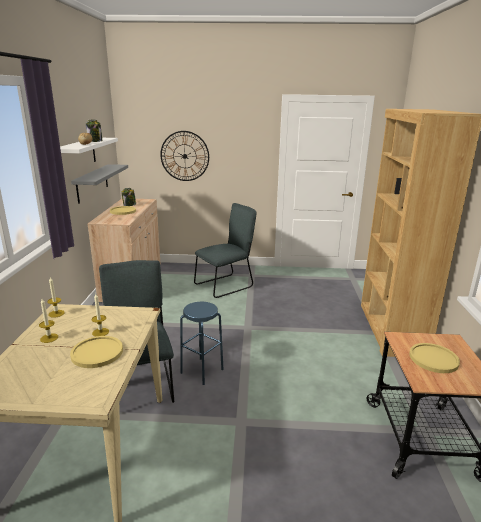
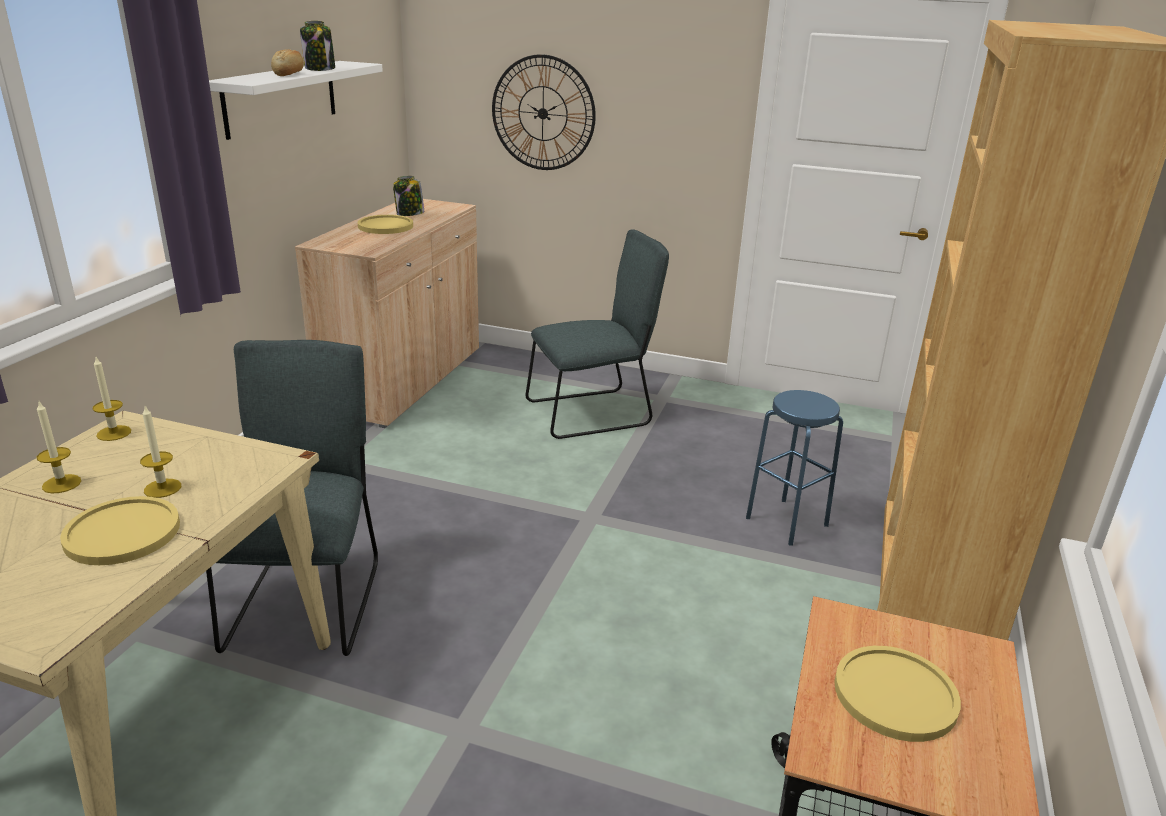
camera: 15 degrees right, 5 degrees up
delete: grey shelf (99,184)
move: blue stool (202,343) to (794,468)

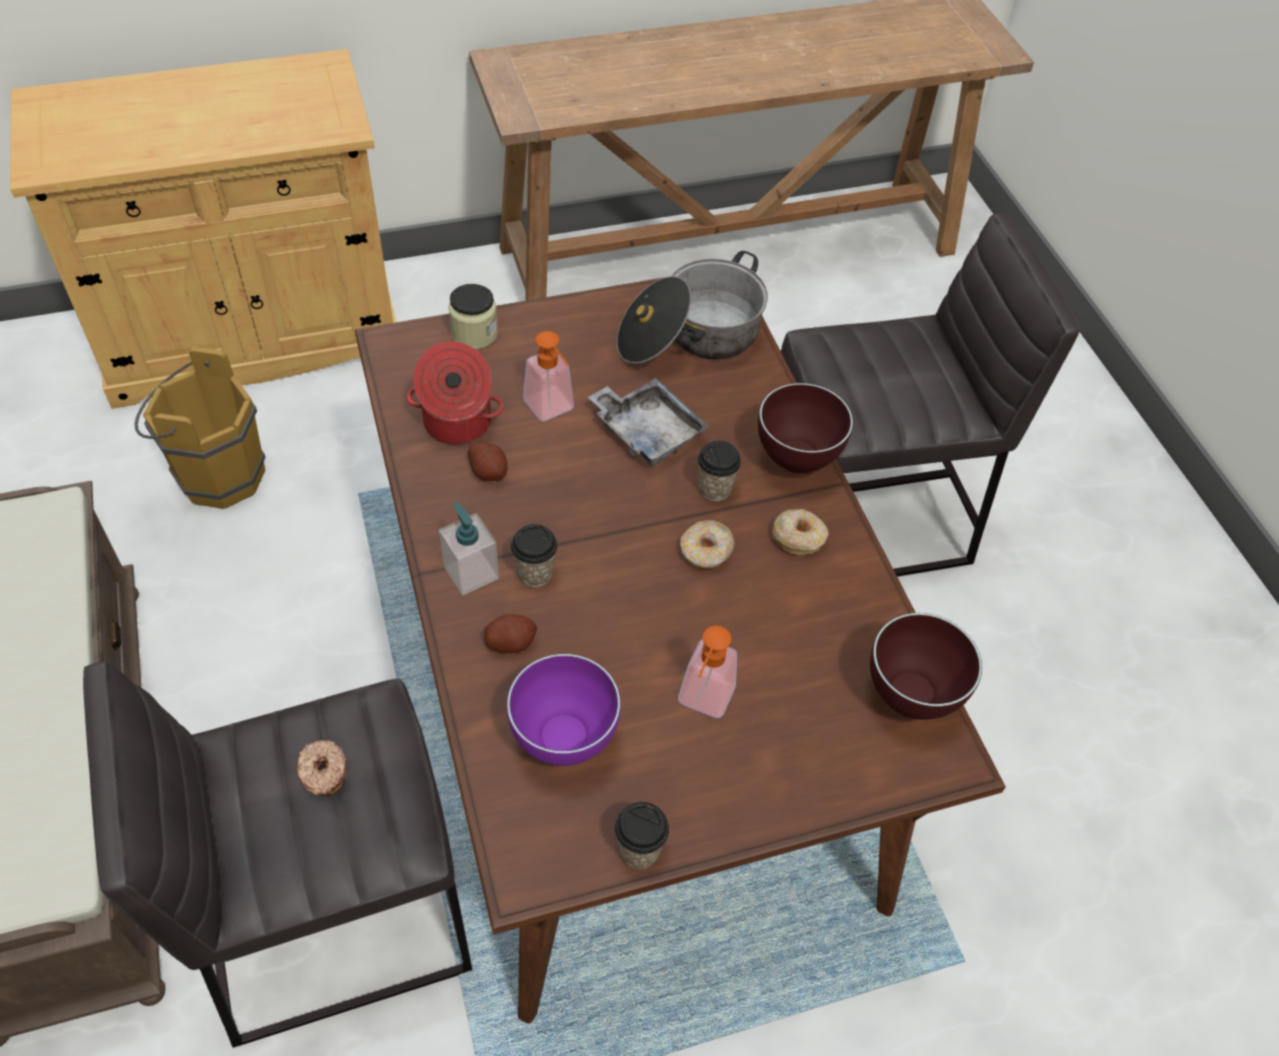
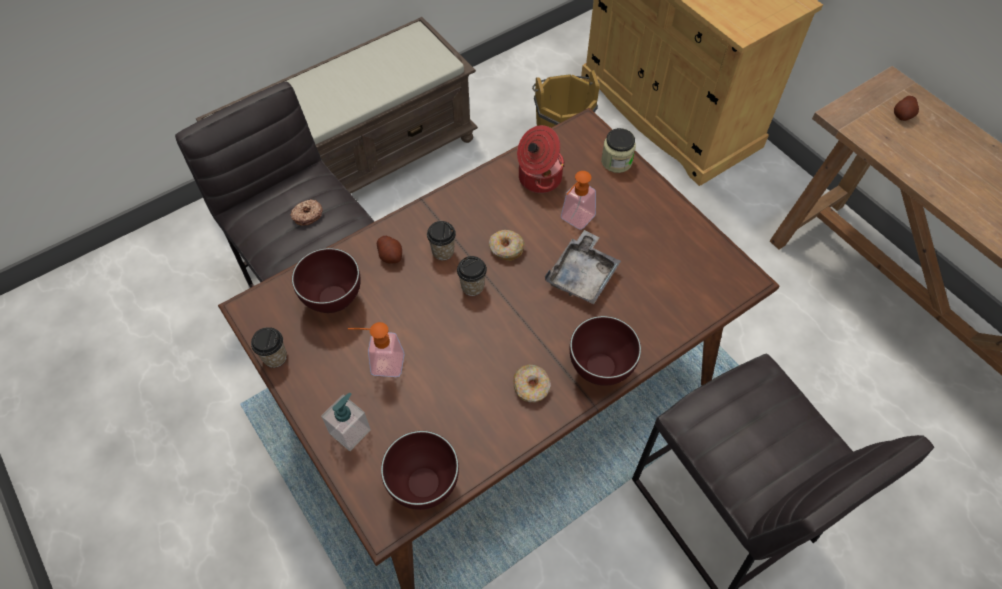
camera: 75 degrees right, 5 degrees up
delete: cooking pot (692,307)
move: soap dispenser (469,548) to (346,422); cup (719,471) to (472,276); donut (707,544) to (507,245); potato (487,460) to (906,108)
recolor: purple bowl (564,710) to brown bowl (326,280)

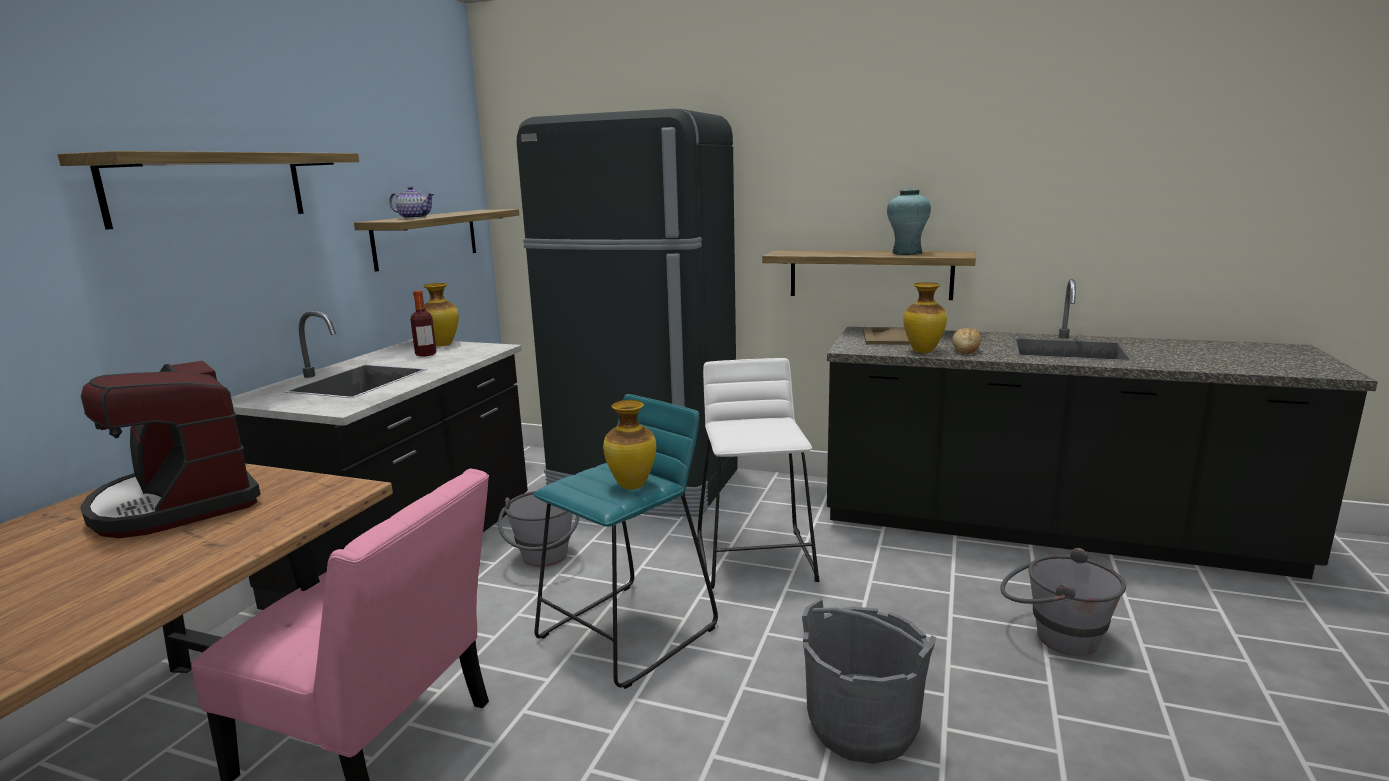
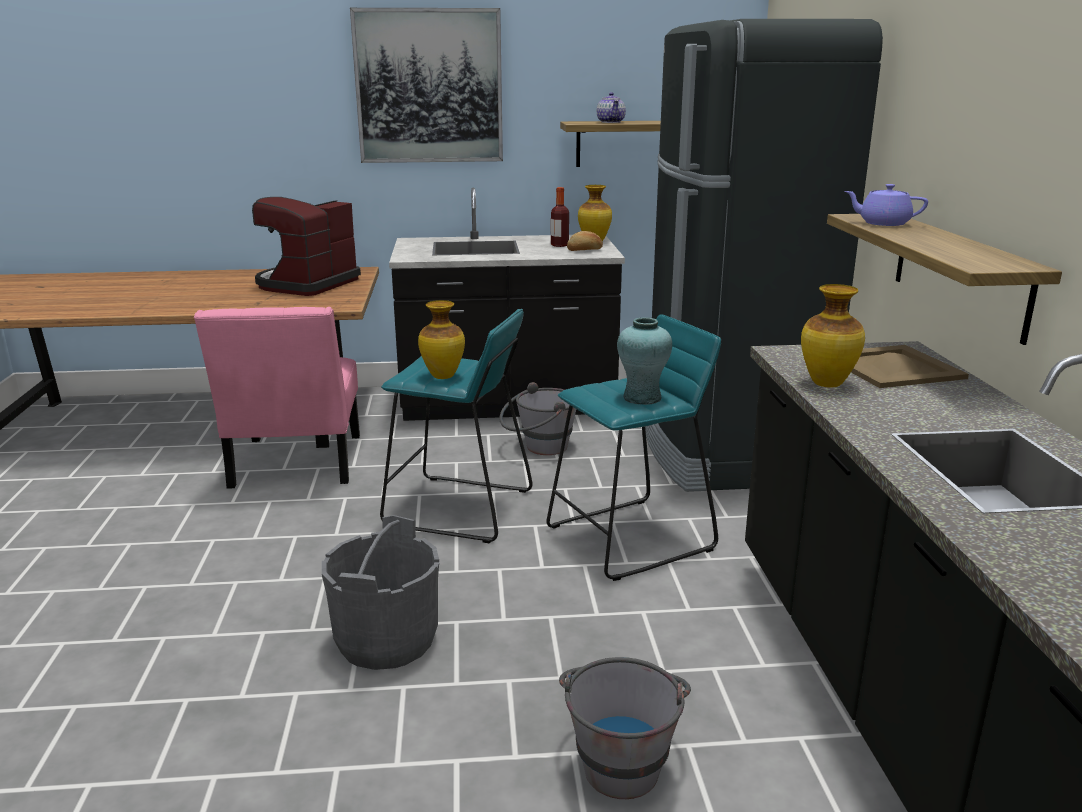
camera: 65 degrees right, 5 degrees up
insert: purple teapot (886,205)
move: bread (966,341) to (585,241); turquoise vase (909,222) to (644,361)
replace: shelf (208,190) to picture (426,85)
recolor: white stool (758,473) to turquoise stool (633,447)

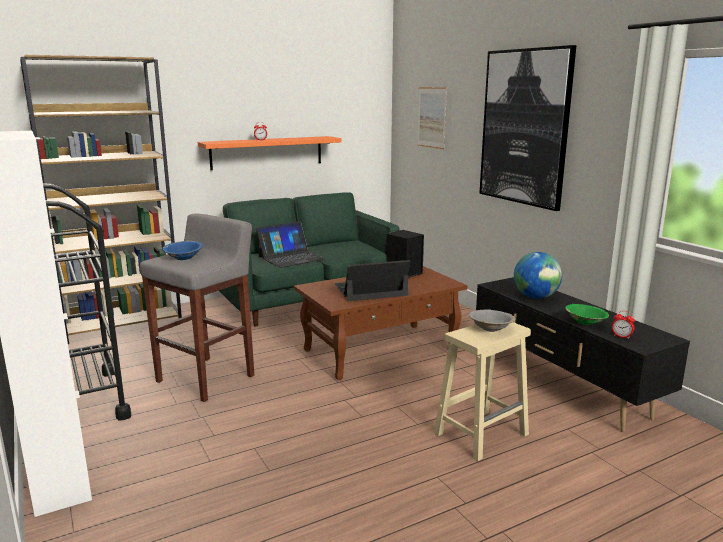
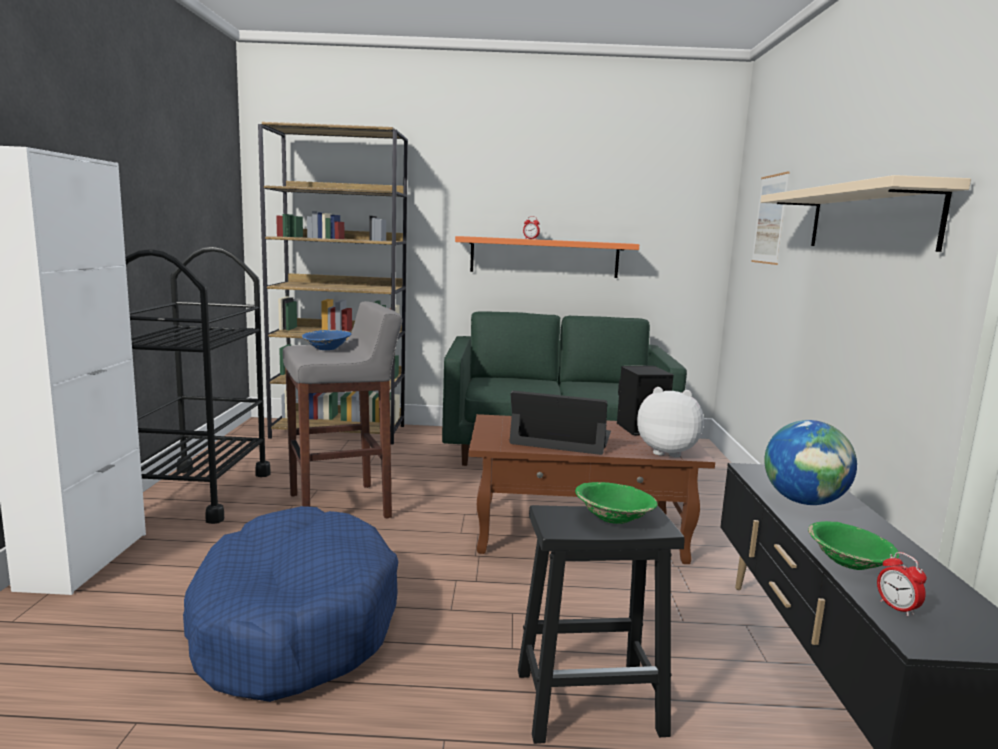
camera: 30 degrees right, 5 degrees down
delete: laptop (291,244)
insert: blue dog bed (290,604); plush toy (670,422)
replace: picture (527,128) to beige shelf (865,213)
recolor: beige stool (482,391) to black stool (601,624); grey bowl (492,320) to green bowl (616,503)

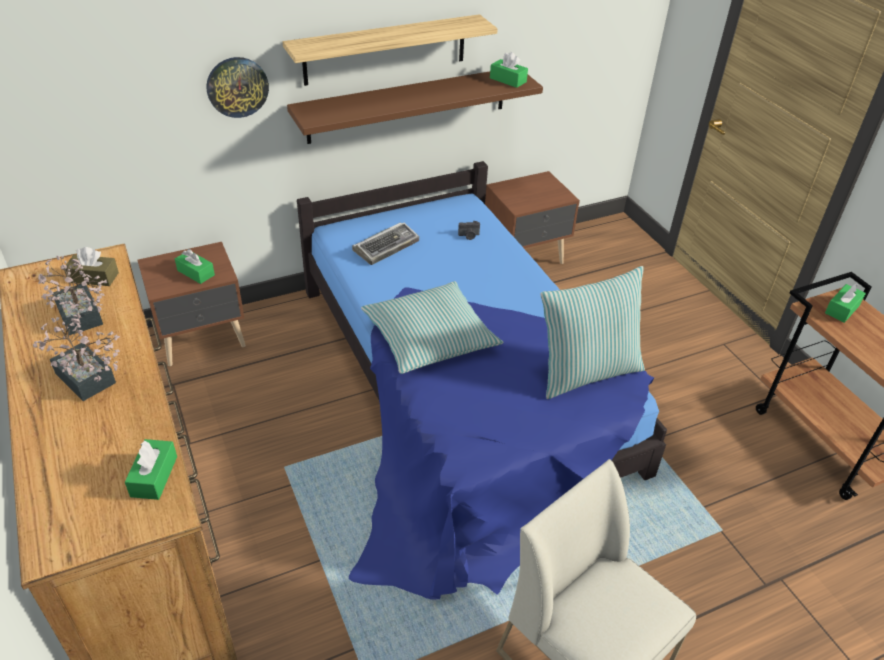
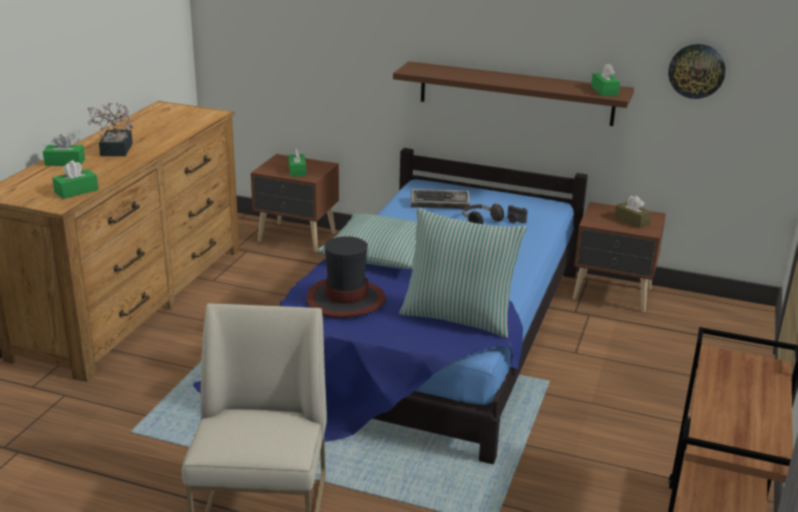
camera: 45 degrees right, 15 degrees down
delete: potted plant (72,295); shelf (390,50)
insert: hat (346,277); headphones (483,213)
move: green tissue box (845,303) to (64,150); brown tissue box (91,266) to (633,211); wall clock (237,87) to (697,71)

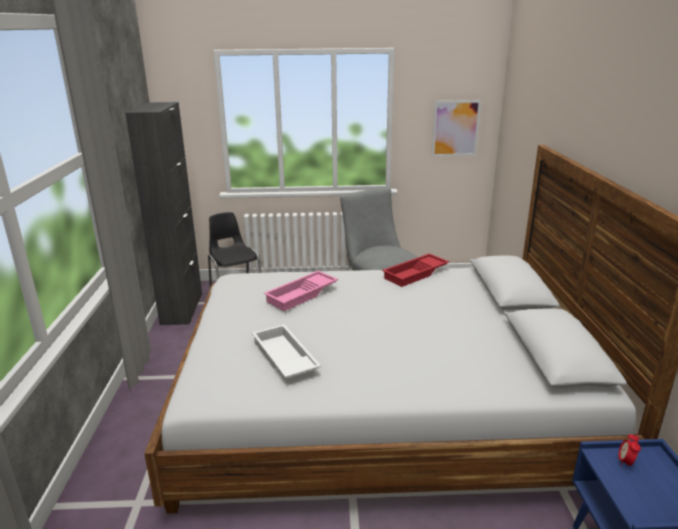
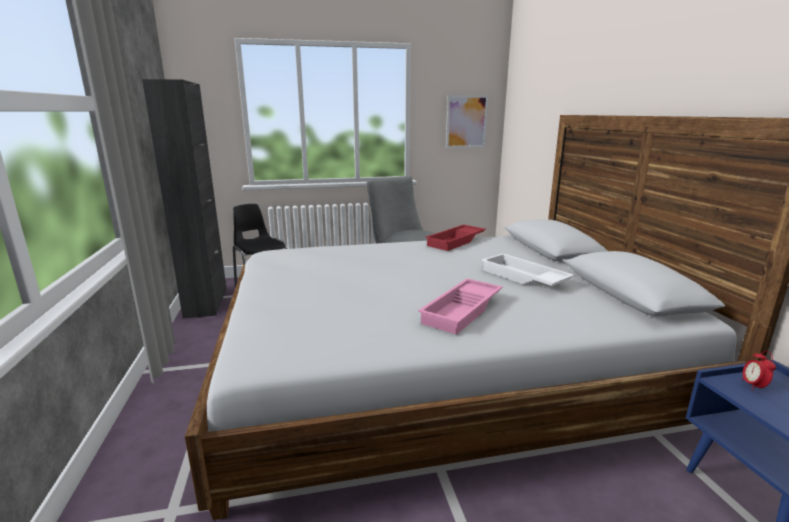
camera: 10 degrees left, 5 degrees down
move: pink tray (301,291) to (460,307); white tray (286,351) to (528,269)

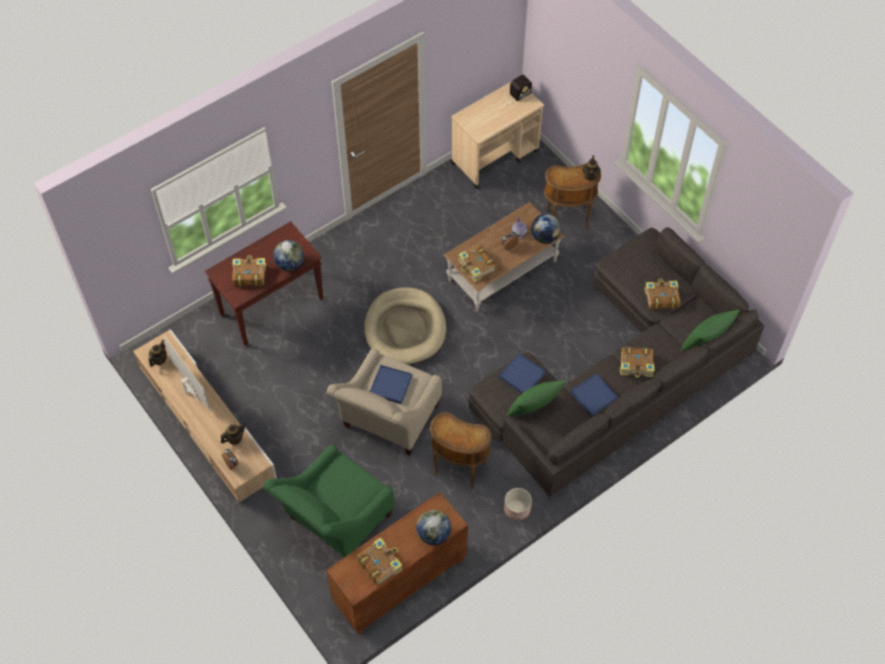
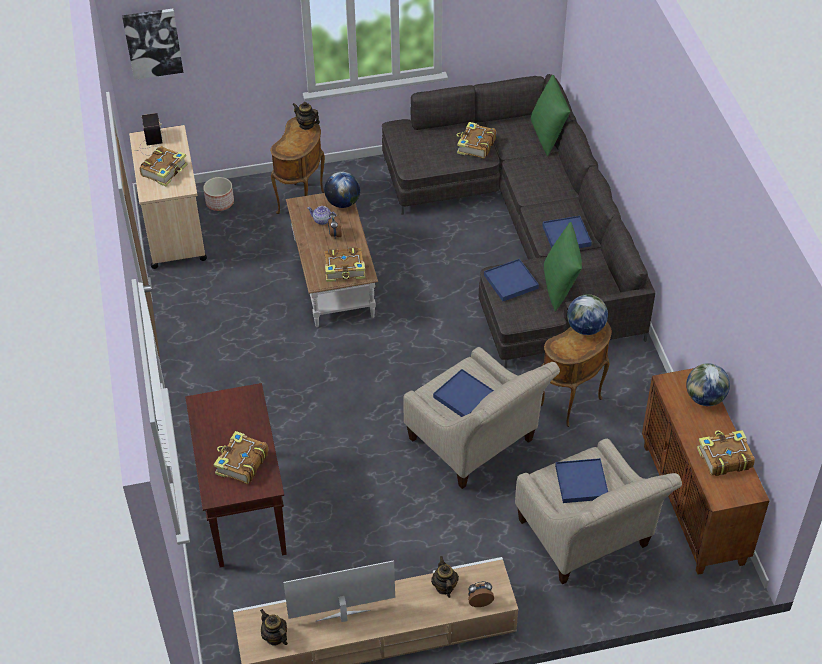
camera: 65 degrees left, 10 degrees down
delete: beige dog bed (405,326)
insert: picture (152,44); blue tray (581,480)
move: book (637,362) to (164,166); planter (518,504) to (218,194); globe (288,255) to (587,314)
recolor: green armchair (328,501) to beige armchair (598,511)

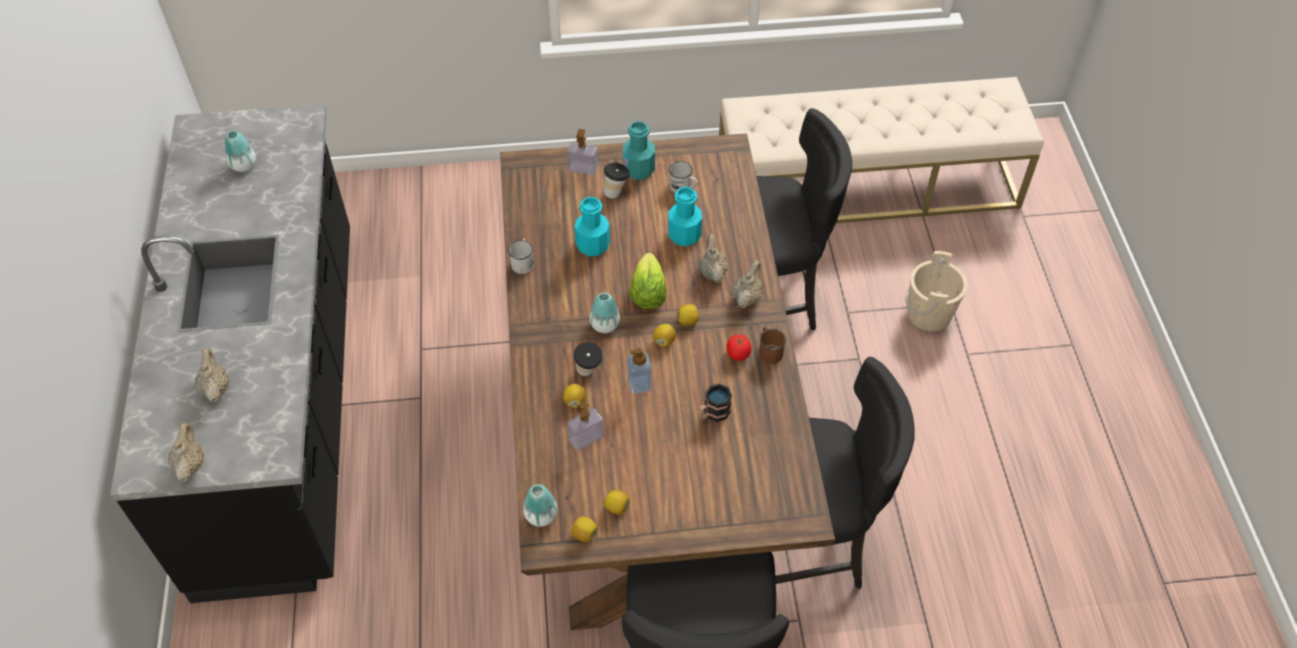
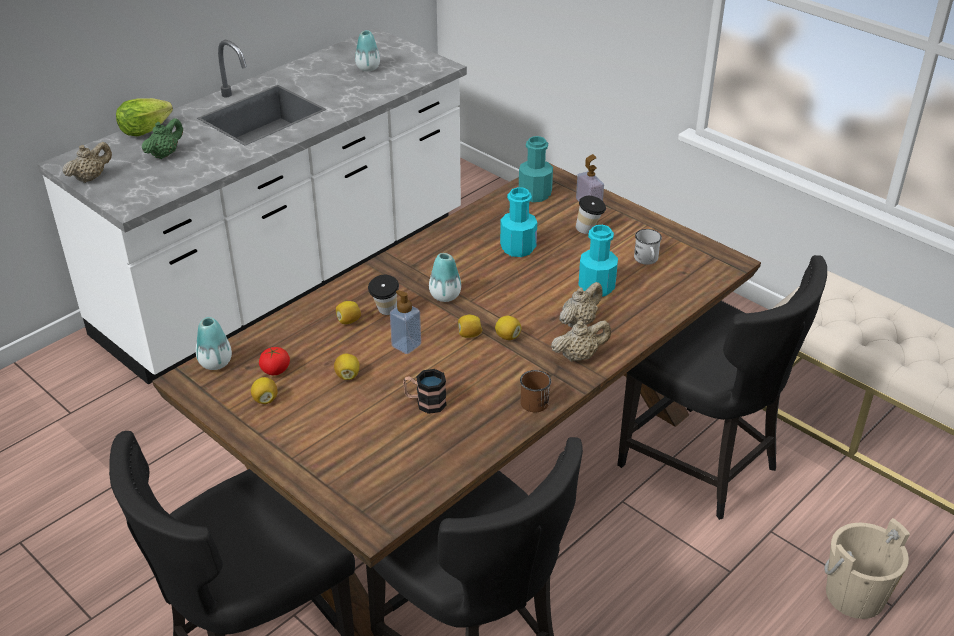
camera: 50 degrees right, 15 degrees down
delete: white mug (521,256); soap dispenser (585,426)
move: lettuce (647,281) to (144,117); tomato (739,348) to (274,361); lemon (584,529) to (347,366); turquoise bottle (639,150) to (536,169)
recolor: black counter (230,353) to white counter (252,206); beige teapot (212,375) to green teapot (162,138)

